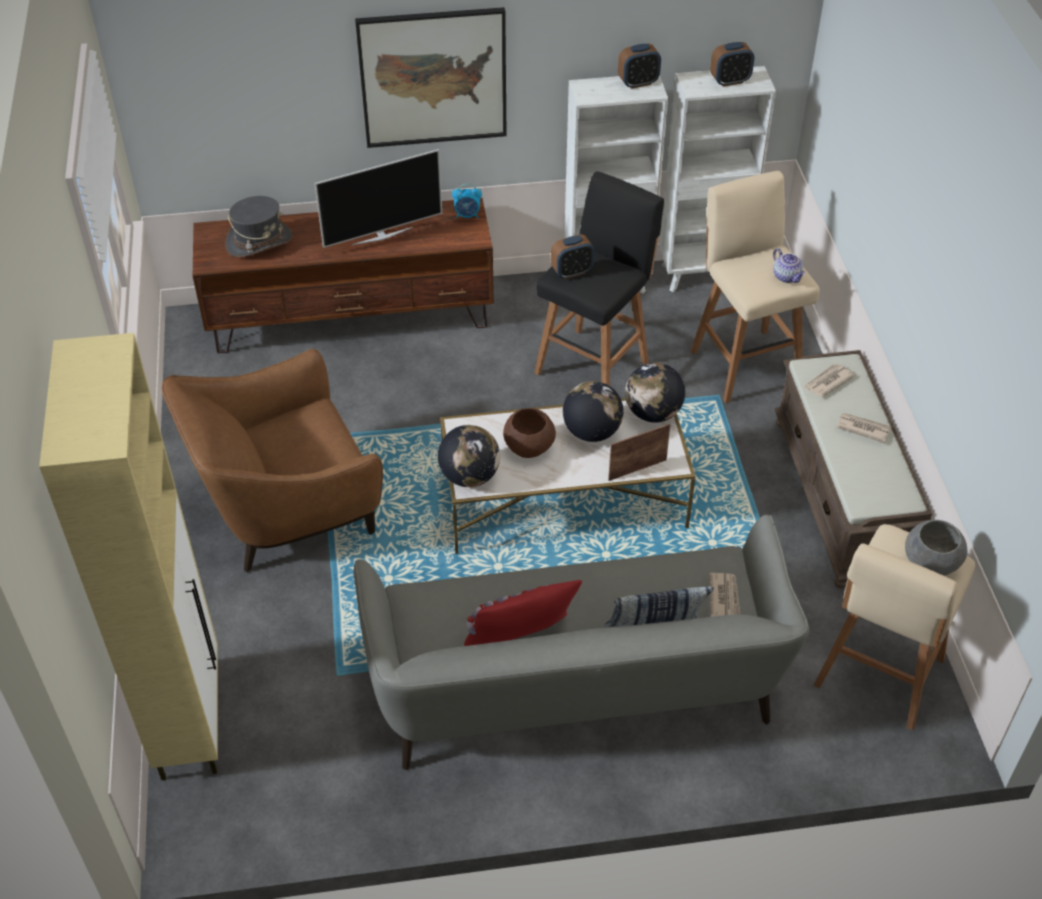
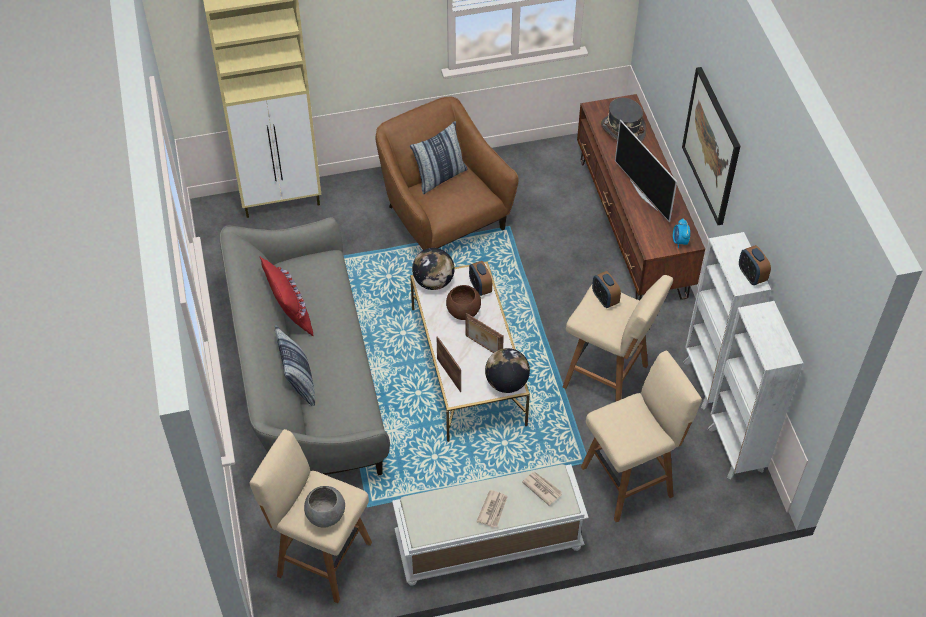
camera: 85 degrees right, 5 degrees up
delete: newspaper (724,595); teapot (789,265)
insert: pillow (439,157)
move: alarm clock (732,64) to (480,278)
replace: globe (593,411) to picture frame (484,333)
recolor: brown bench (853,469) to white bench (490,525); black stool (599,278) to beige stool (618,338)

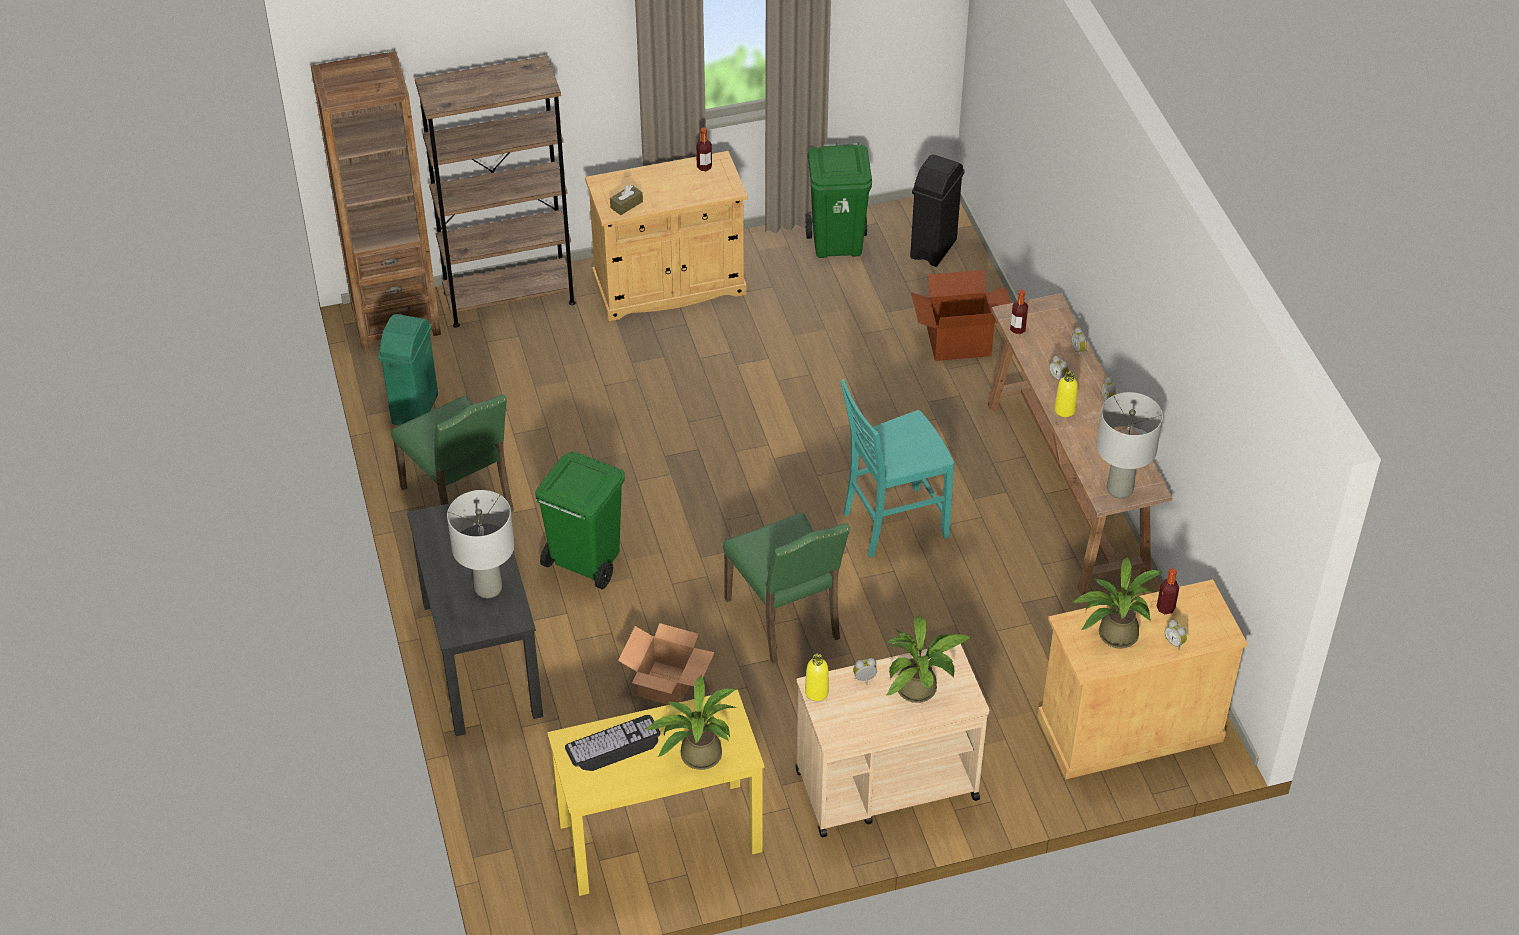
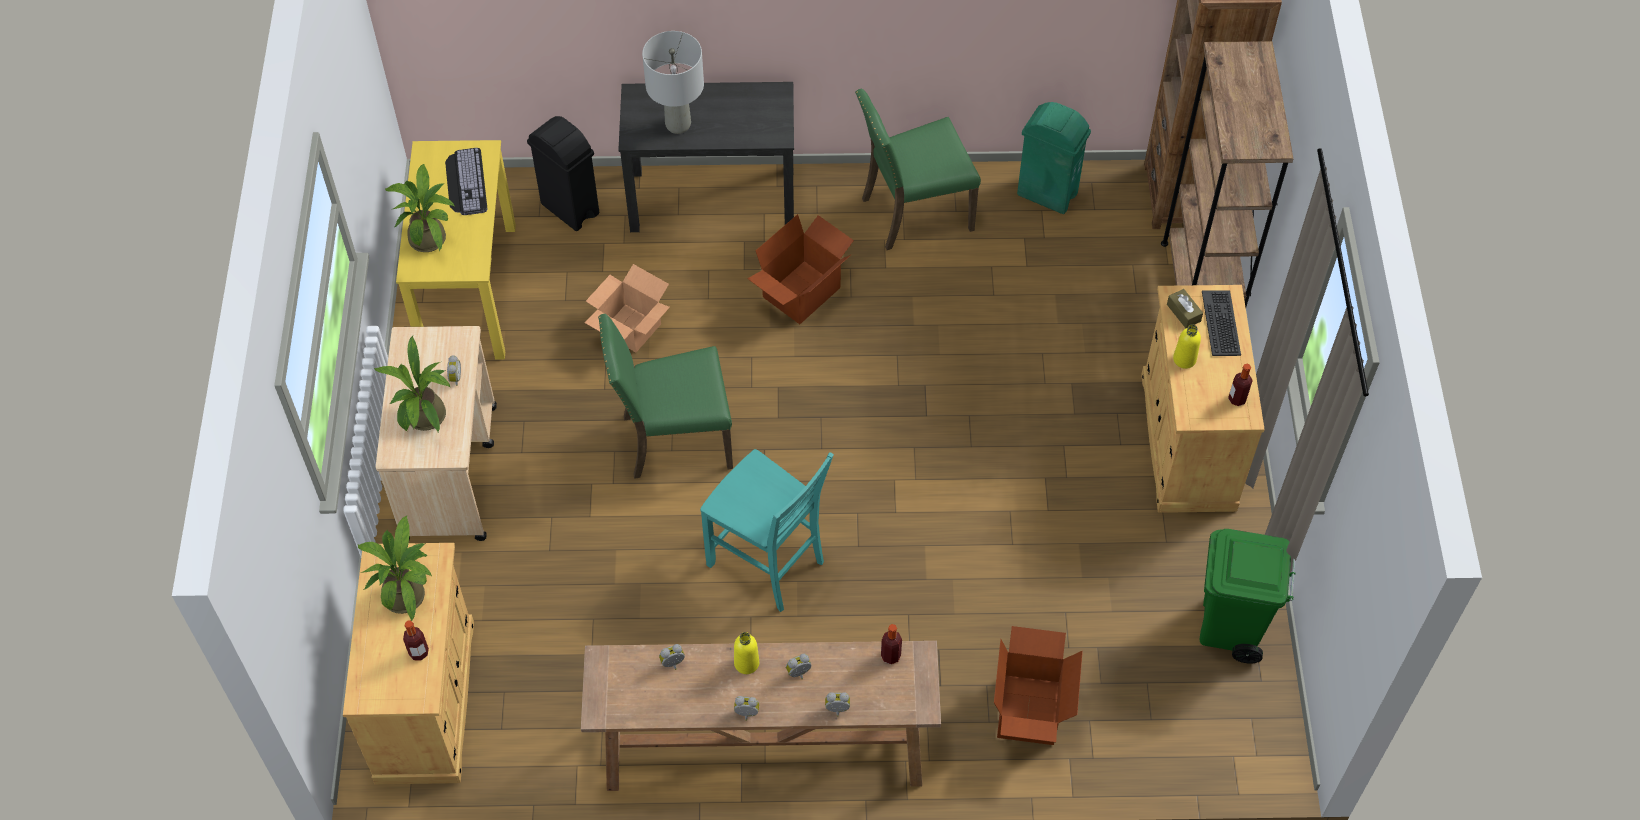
camera: 105 degrees right, 10 degrees up
delete: grey table lamp (1129,445)
insert: keyboard (1221,323)
move: black trash can (937,211) to (563,173); alarm clock (1176,635) to (672,657); yellow bottle (817,677) to (1187,346)
replace: green trash can (580,520) to cardboard box (800,269)
rotate: turquoise chair (897,468) = (767,530) 135 degrees clockwise

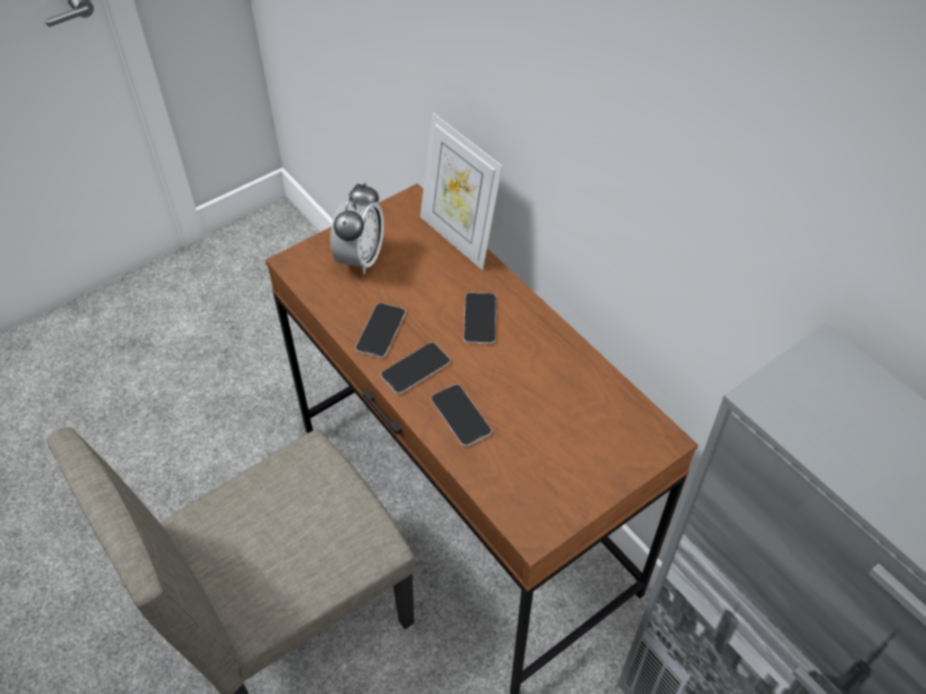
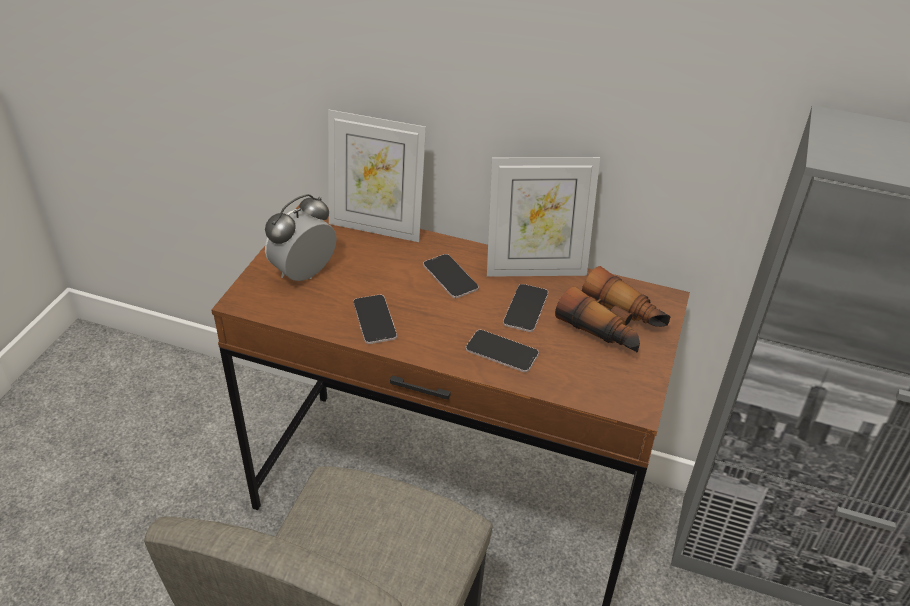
camera: 35 degrees left, 10 degrees down
insert: picture frame (543,217); binoculars (613,309)
move: phone (415,368) to (525,308)
rotate: alarm clock (357,228) = (301,237) 120 degrees counterclockwise

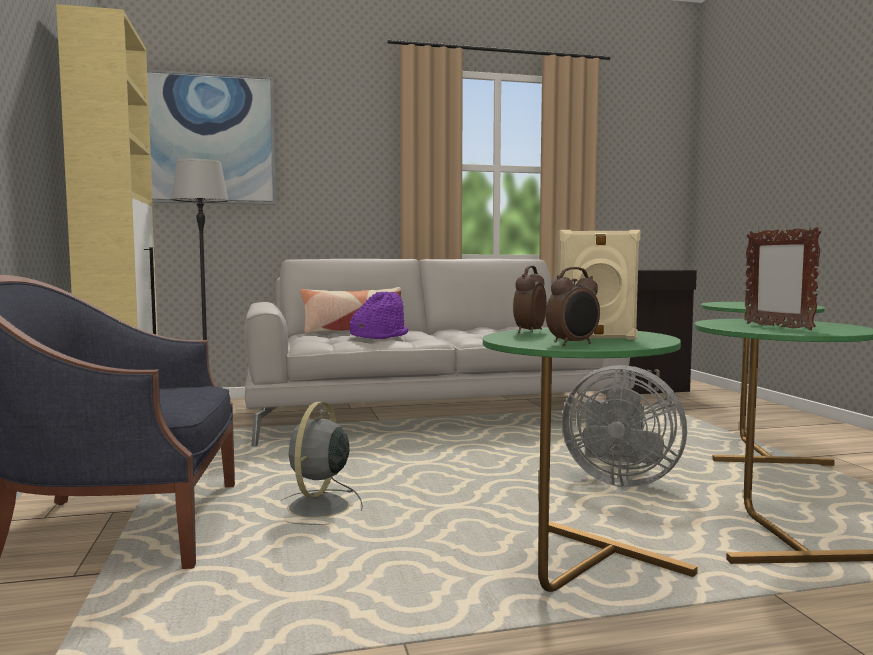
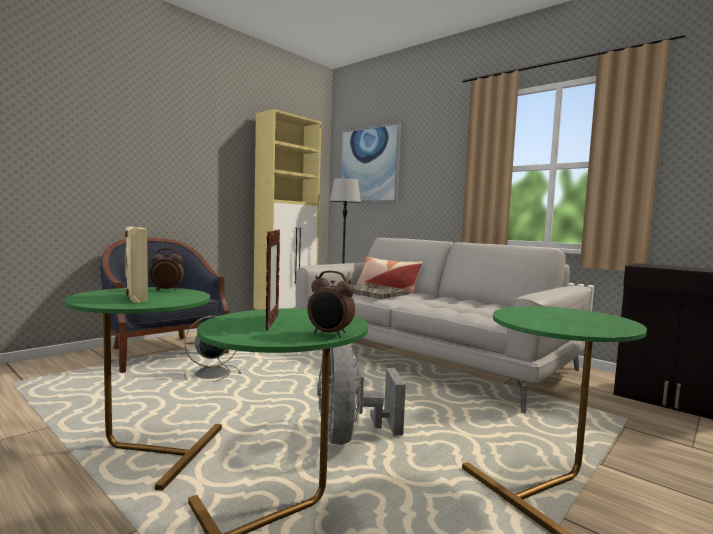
camera: 55 degrees right, 0 degrees up
move: alarm clock (572,306) to (331,304)
replace: purple hat (379,315) to grey tray (381,291)
rotate: picture frame (782,278) = (273,280) 150 degrees clockwise

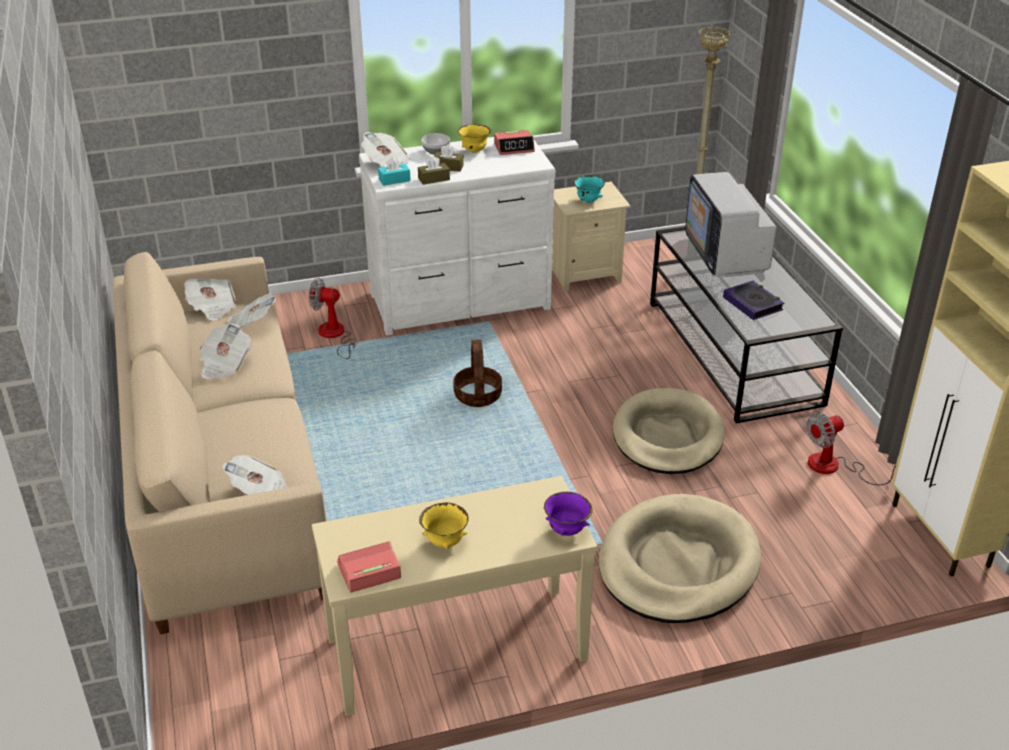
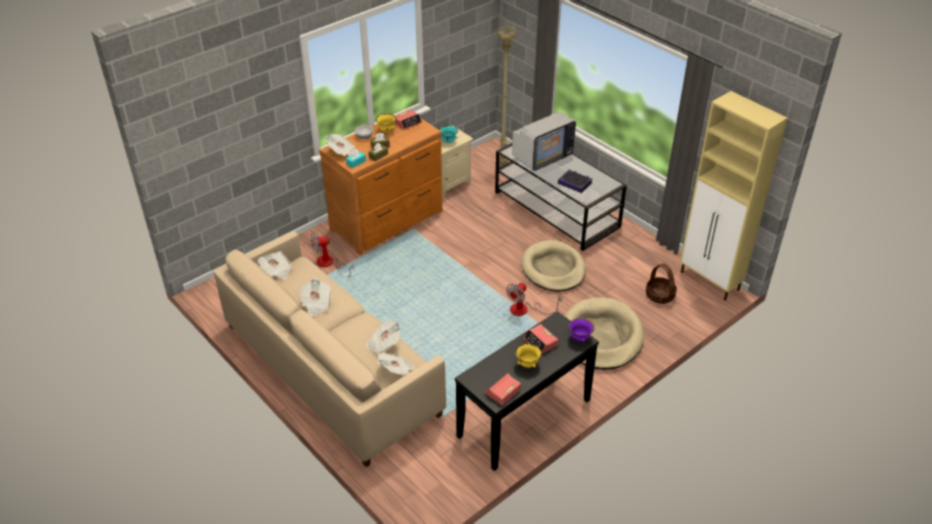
camera: 25 degrees left, 5 degrees up
insert: alarm clock (540,339)
move: newspaper (252,310) to (383,337); fan (852,448) to (534,299); basket (477,373) to (661,283)
recolor: white dresser (457,236) to brown dresser (381,182); beige console table (454,596) to black console table (527,391)
rotate: television (730,224) = (544,141) 90 degrees counterclockwise

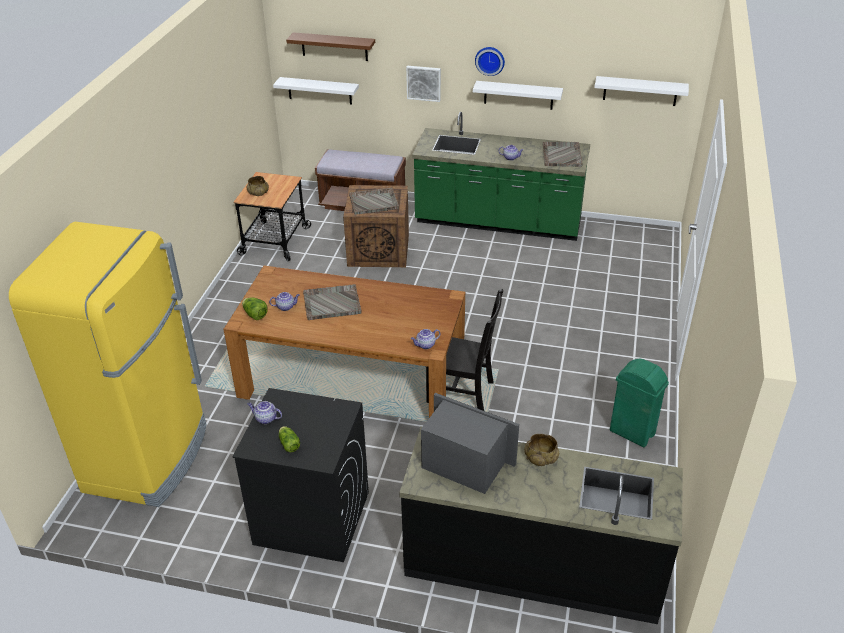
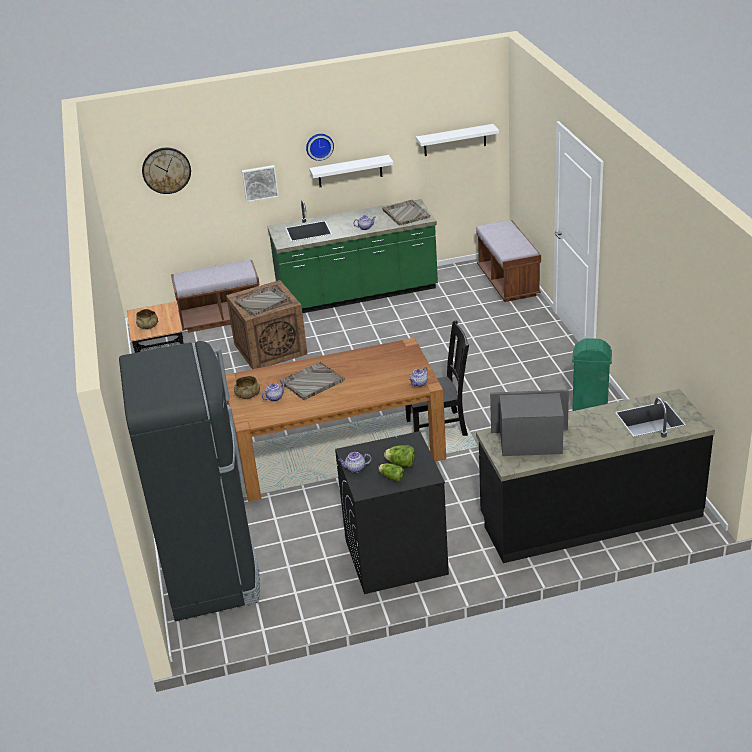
camera: 25 degrees left, 5 degrees down
delete: white shelf (316,91)
insert: brown bench (508,261)
move: beige bowl (541,450) to (247,387); lettuce (255,309) to (399,456)
replace: brown shelf (330,46) to wall clock (166,171)
recolor: yellow fridge (107,364) to black fridge (189,481)

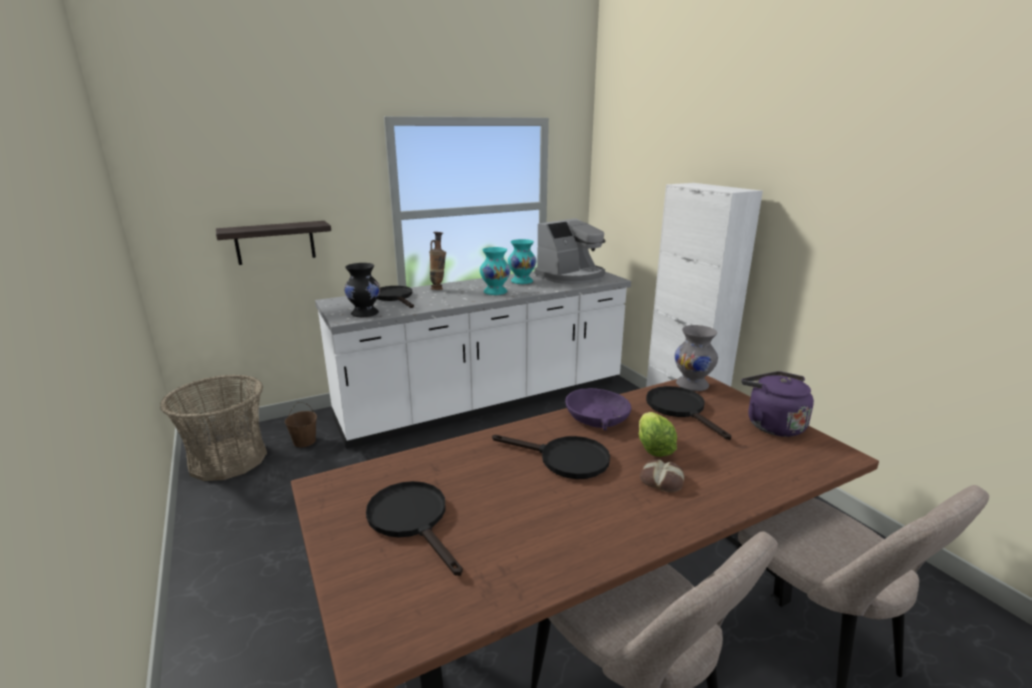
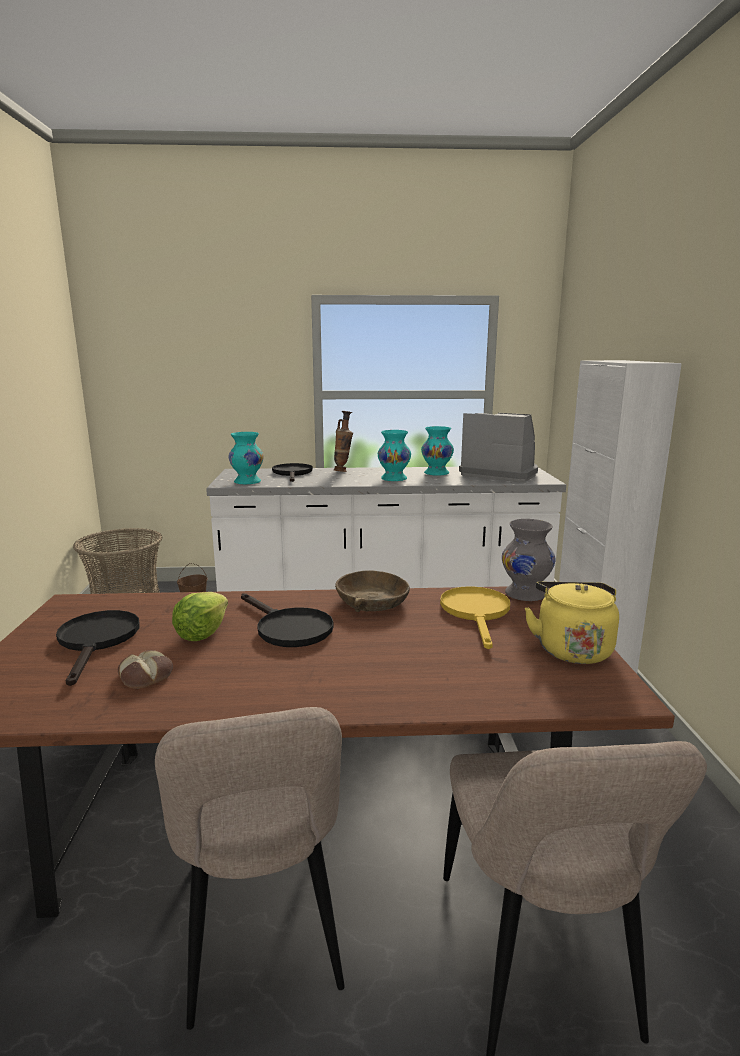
camera: 25 degrees right, 5 degrees down
delete: shelf (273,243)
move: bread (662,476) to (145,669); lettuce (658,434) to (200,616)
recolor: black vase (362,290) to turquoise vase (246,458); purple bowl (598,409) to brown bowl (372,591); black frying pan (688,413) to yellow frying pan (475,617); purple kettle (778,404) to yellow kettle (572,623)
rotate: coffee machine (570,251) = (498,447) 135 degrees counterclockwise

